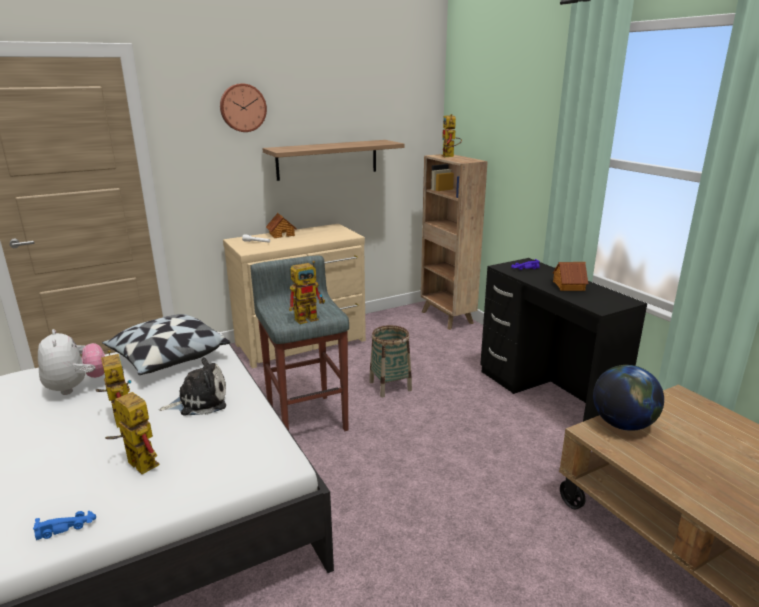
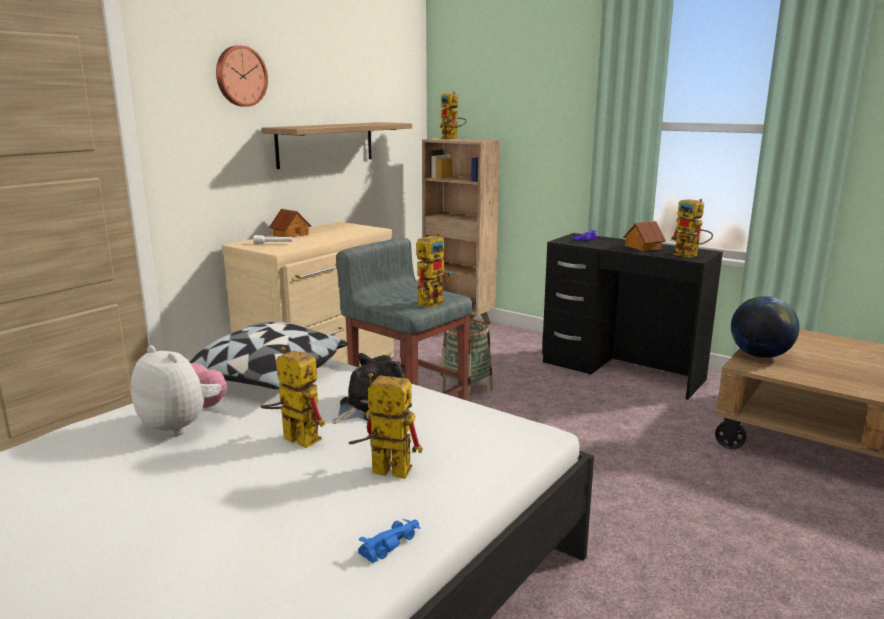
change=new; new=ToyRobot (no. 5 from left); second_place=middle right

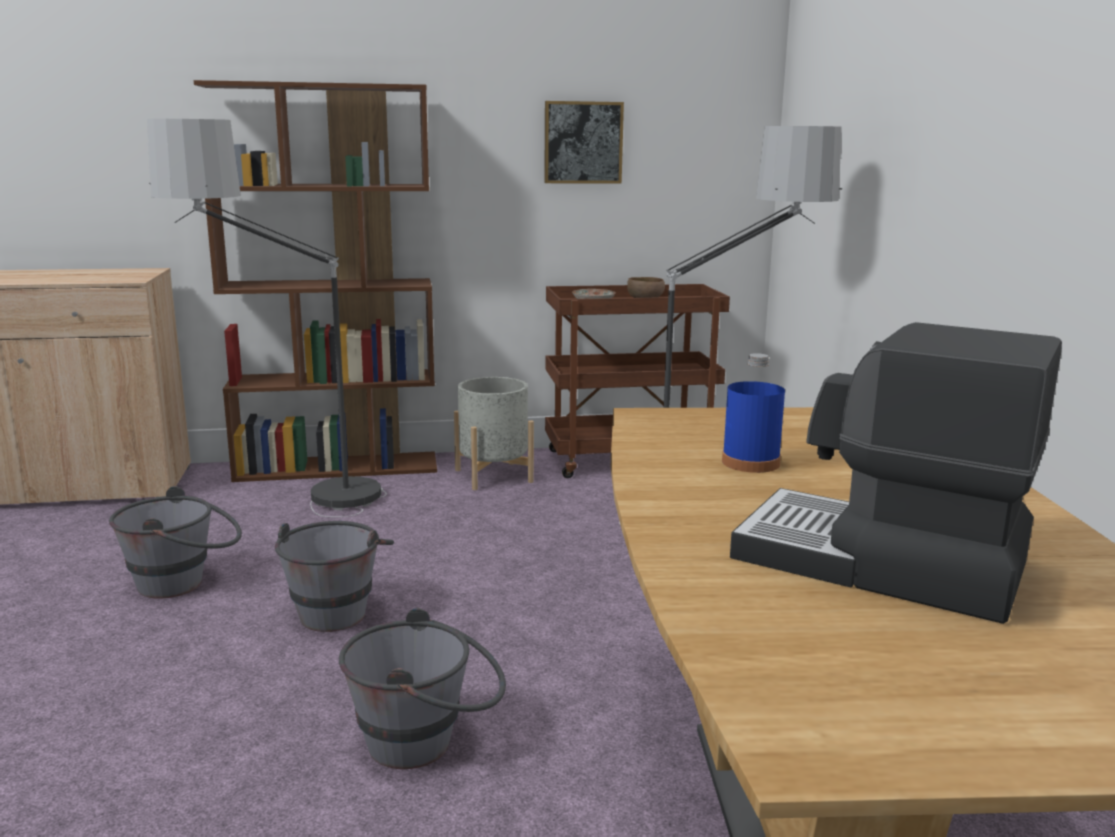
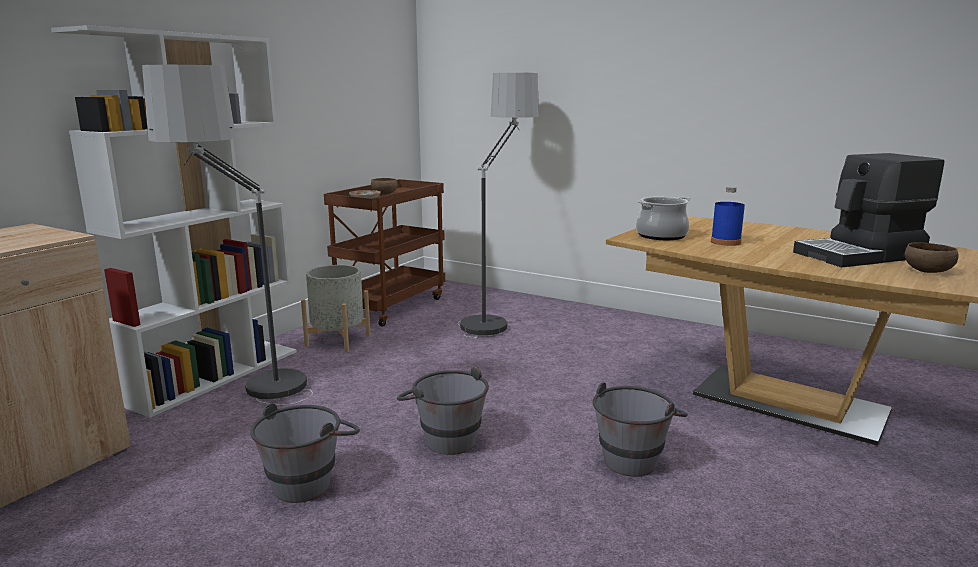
change=gone; old=Picture; first_place=top centre
change=new; new=CookingPot; second_place=middle right
change=new; new=BrownBowl (no. 2 from left); second_place=middle right
change=repainted; old=BrownBookcase; new=WhiteBookcase; first_place=middle left; second_place=middle left

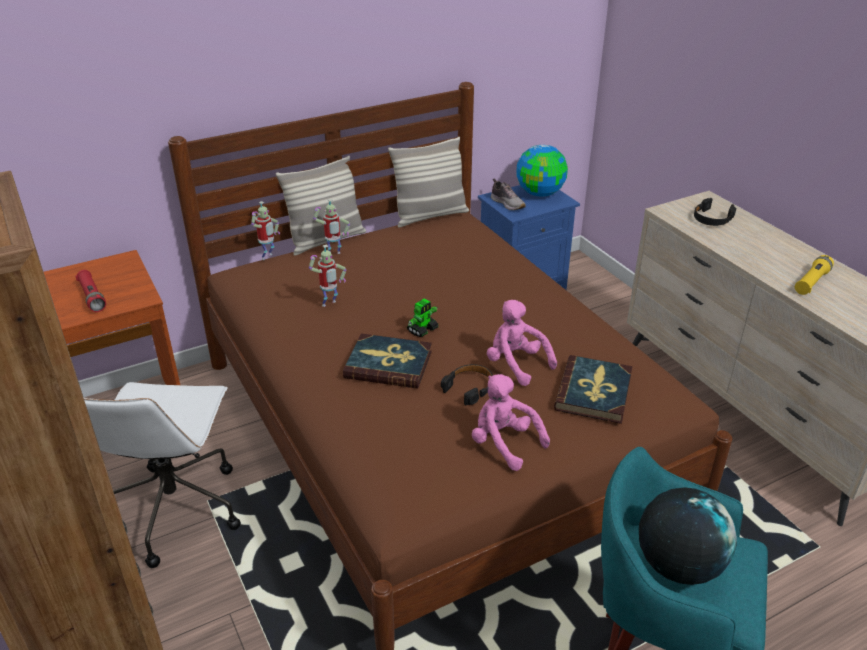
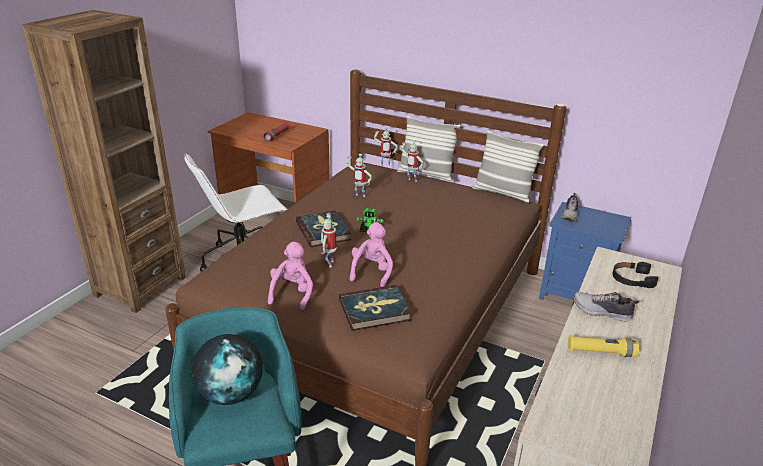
change=gone; old=Globe (no. 1 from left); first_place=top centre
change=new; new=Shoe (no. 2 from left); second_place=middle right
change=swapped; old=BlackHeadphones (no. 1 from left); new=ToyRobot (no. 1 from left); first_place=centre; second_place=centre

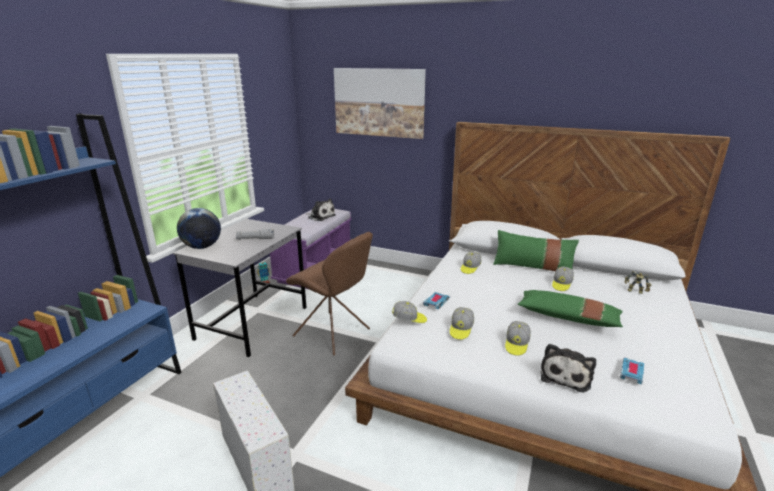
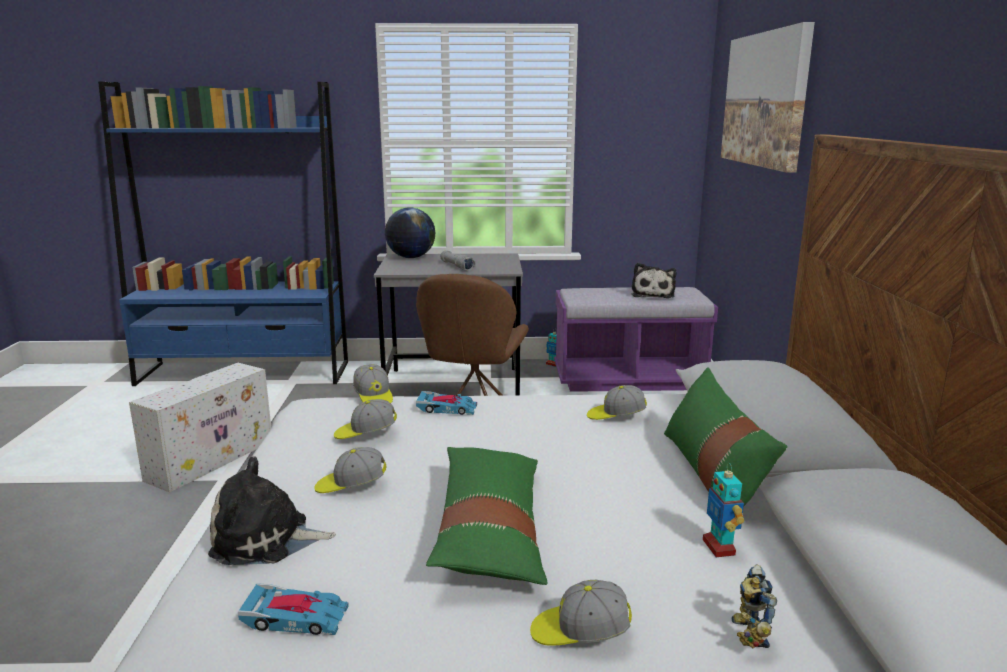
change=new; new=ToyRobot (no. 2 from left); second_place=bottom right
change=shifted; old=Cap (no. 5 from left in the first image); new=Cap (no. 4 from left); first_place=middle right; second_place=bottom centre

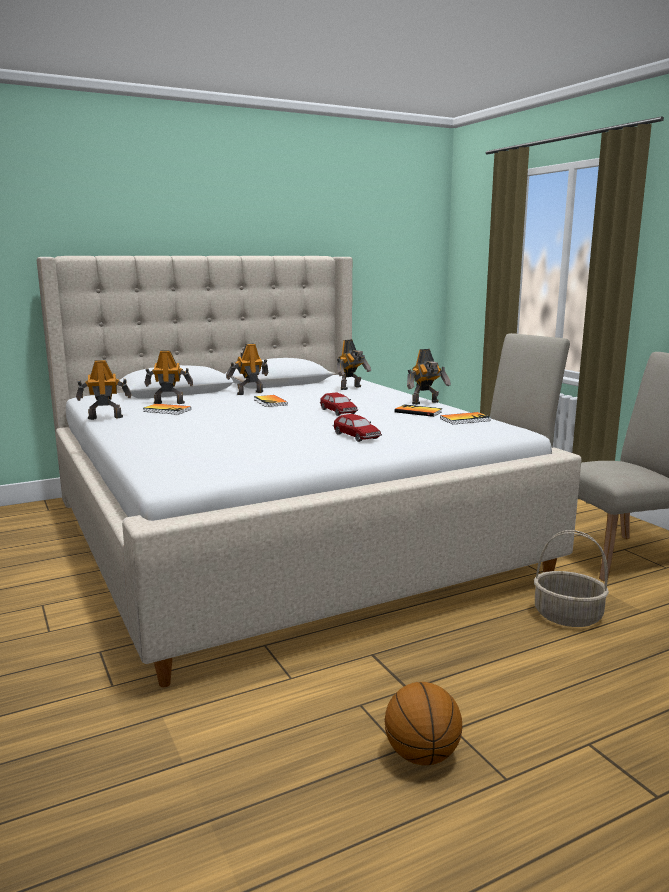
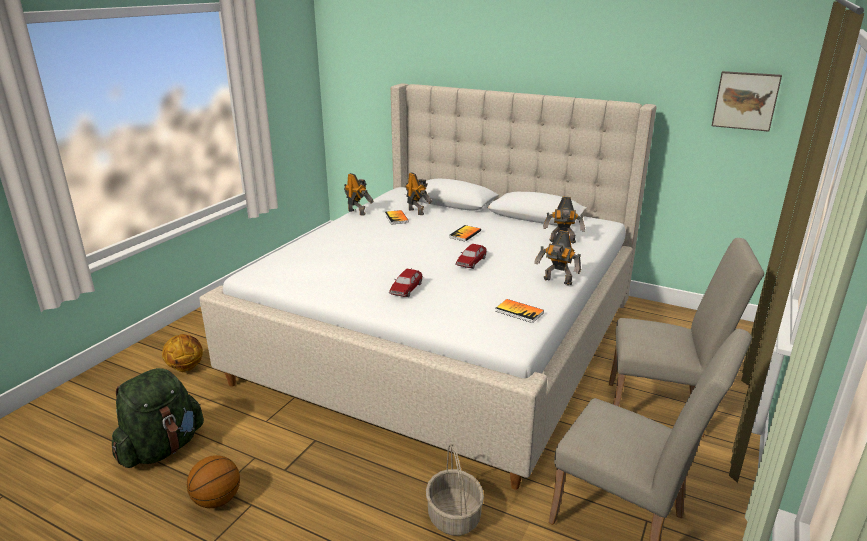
change=gone; old=ToyRobot (no. 3 from left); first_place=centre
change=gone; old=Book (no. 3 from left); first_place=centre
change=new; new=GreenBackpack; second_place=bottom left
change=new; new=Basketball (no. 1 from left); second_place=middle left
change=new; new=Picture; second_place=top right

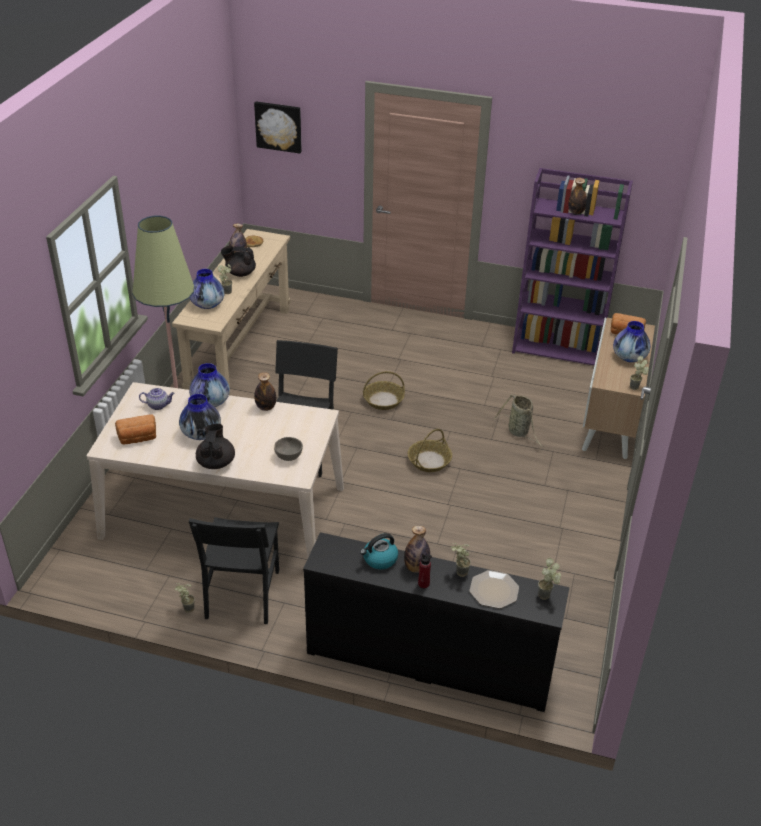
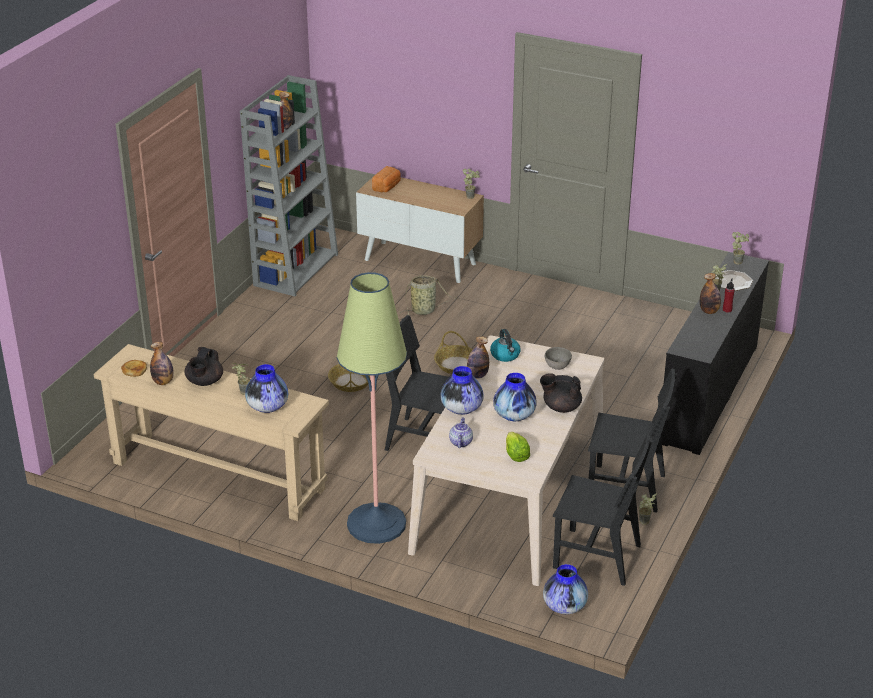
change=gone; old=Picture; first_place=top centre
change=new; new=BlackChair (no. 2 from left); second_place=bottom right
change=shifted; old=Kettle; first_place=bottom centre; second_place=centre
change=shifted; old=Vase (no. 4 from left); first_place=middle right; second_place=bottom centre
change=swapped; old=Bread (no. 1 from left); new=Lettuce; first_place=middle left; second_place=centre
change=repainted; old=PurpleBookcase; new=GreyBookcase; first_place=top right; second_place=top left

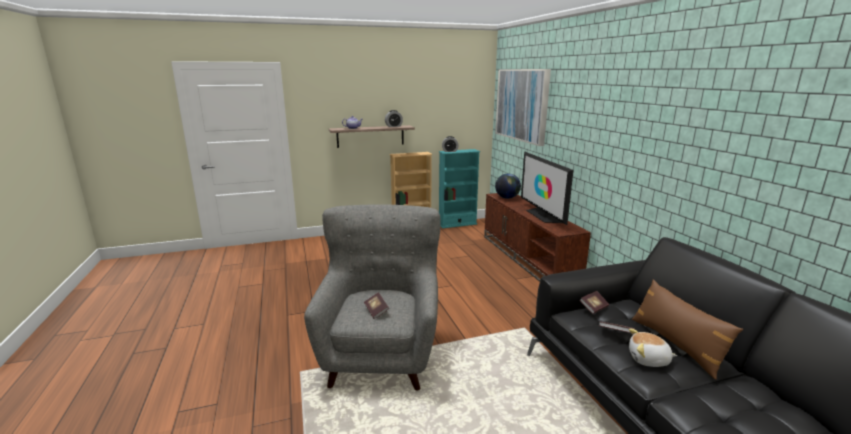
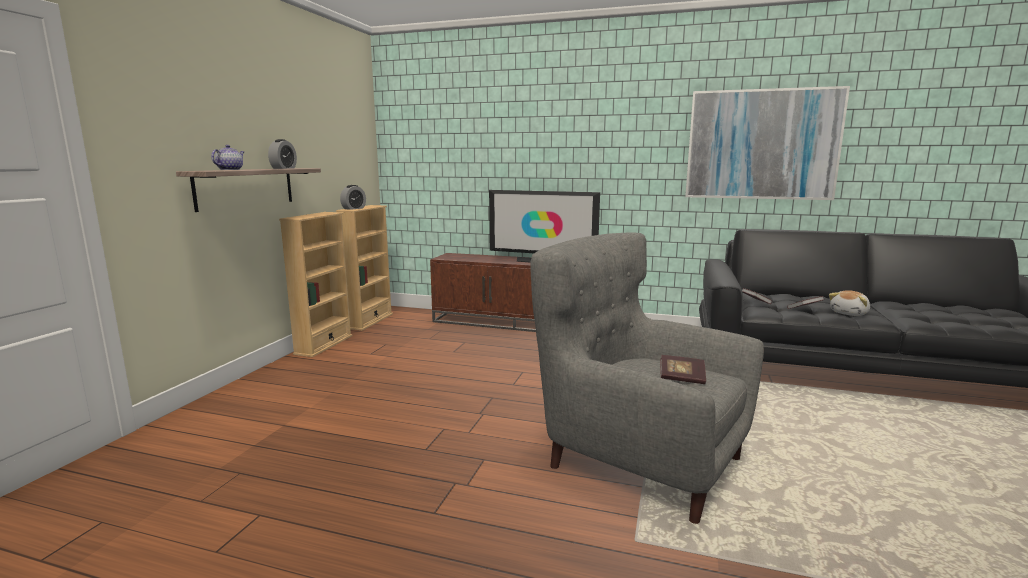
change=gone; old=Globe; first_place=centre
change=gone; old=BrownPillow; first_place=bottom right
change=shifted; old=Picture; first_place=top centre; second_place=top right
change=repainted; old=TurquoiseBookcase; new=BeigeBookcase (no. 2 from left); first_place=centre; second_place=centre

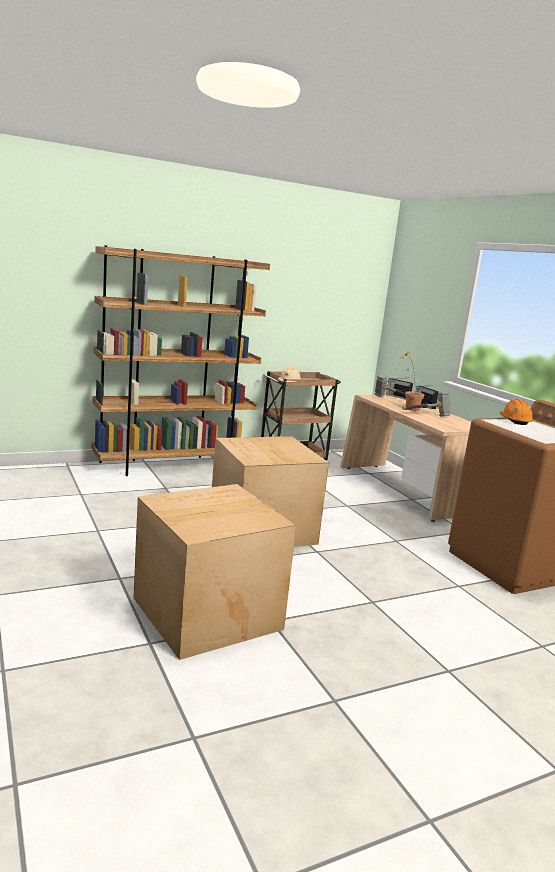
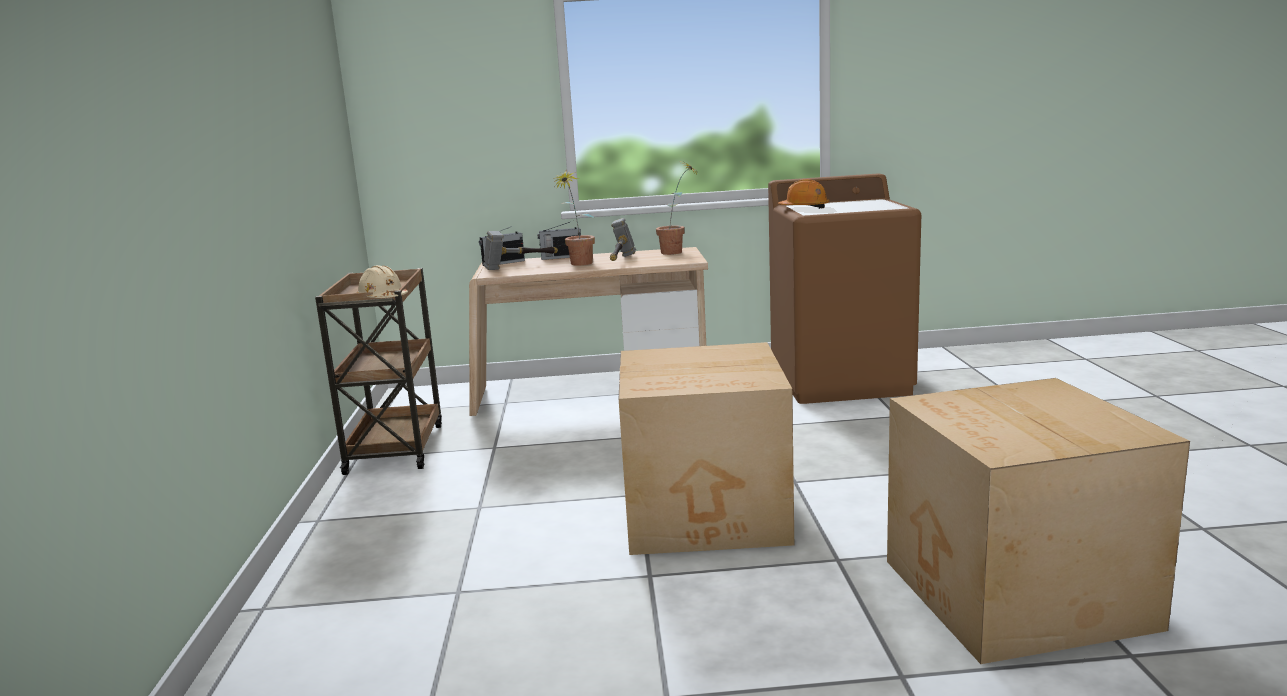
change=gone; old=BrownBookcase; first_place=middle left
change=new; new=PottedPlant (no. 2 from left); second_place=top centre

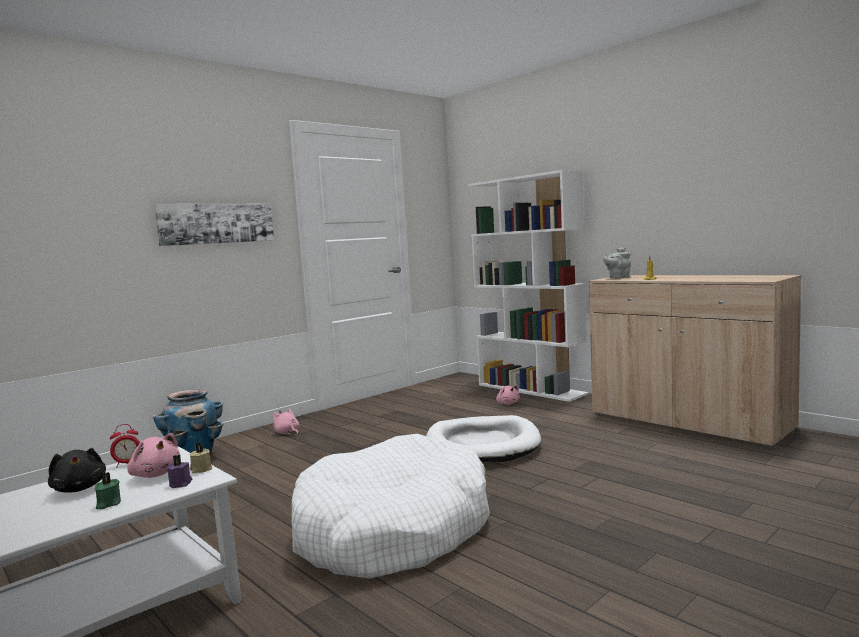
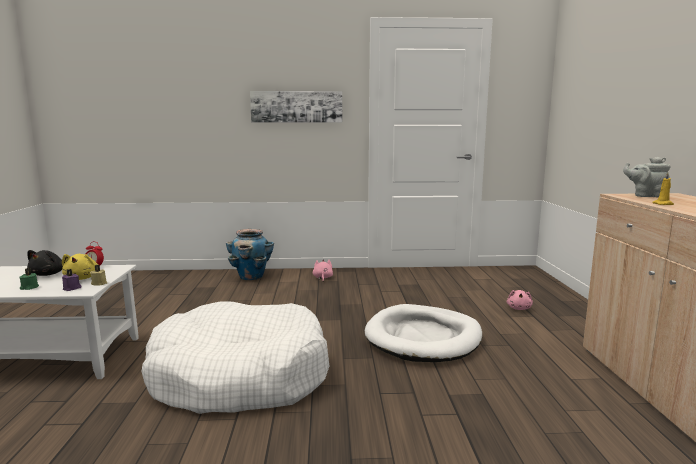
change=gone; old=WhiteBookcase; first_place=centre
change=repainted; old=PinkPlushToy (no. 1 from left); new=YellowPlushToy; first_place=bottom left; second_place=middle left

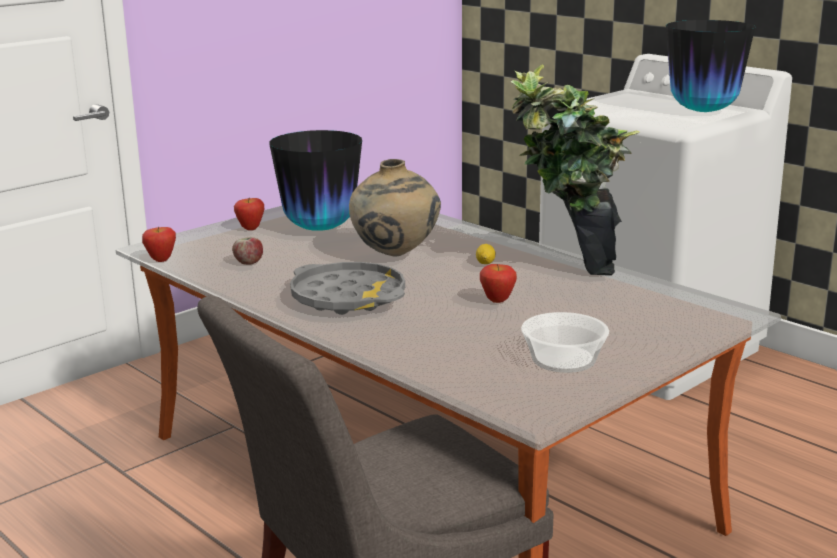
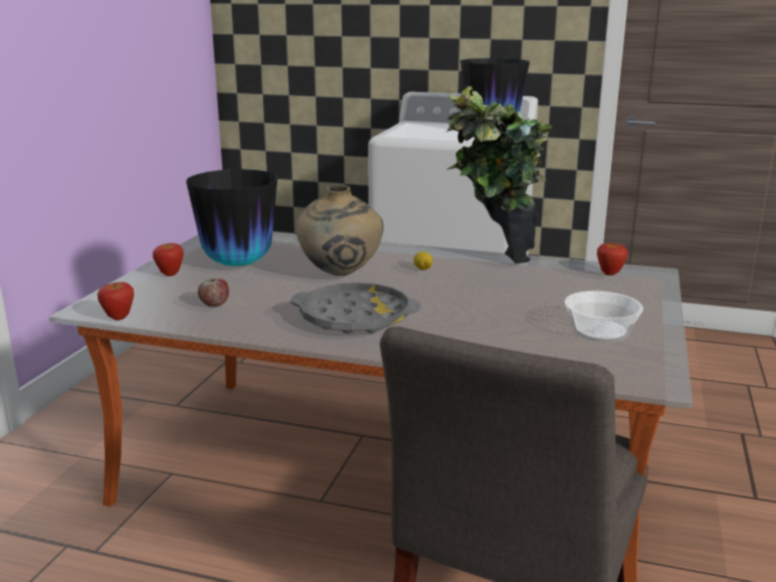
change=shifted; old=Apple (no. 4 from left); first_place=centre; second_place=middle right

